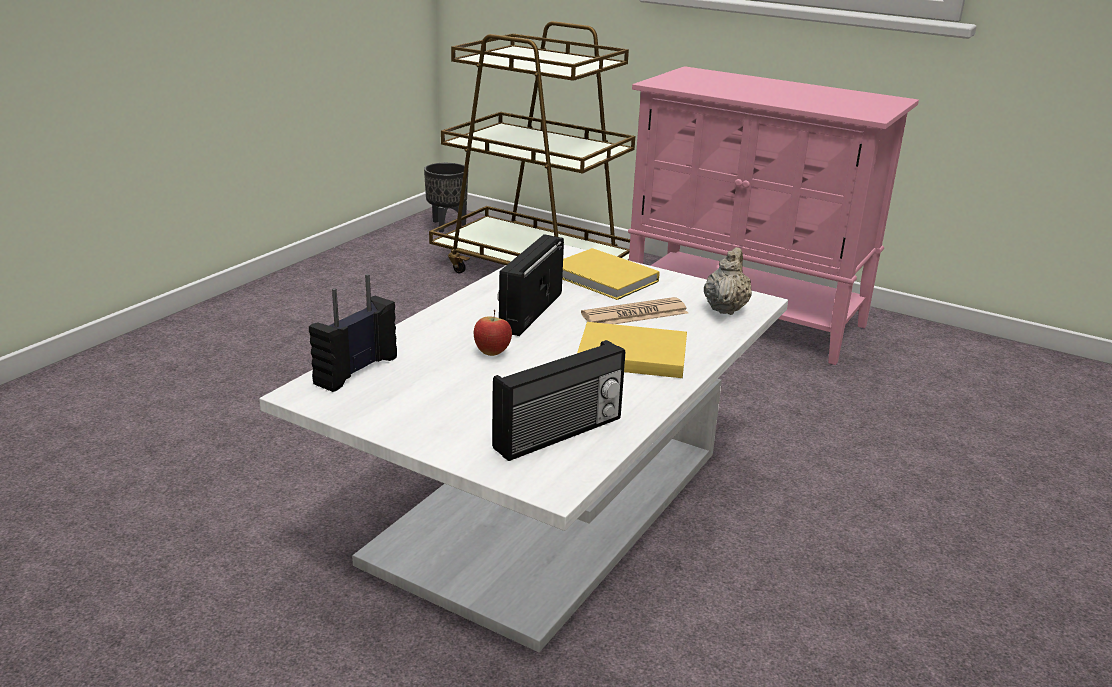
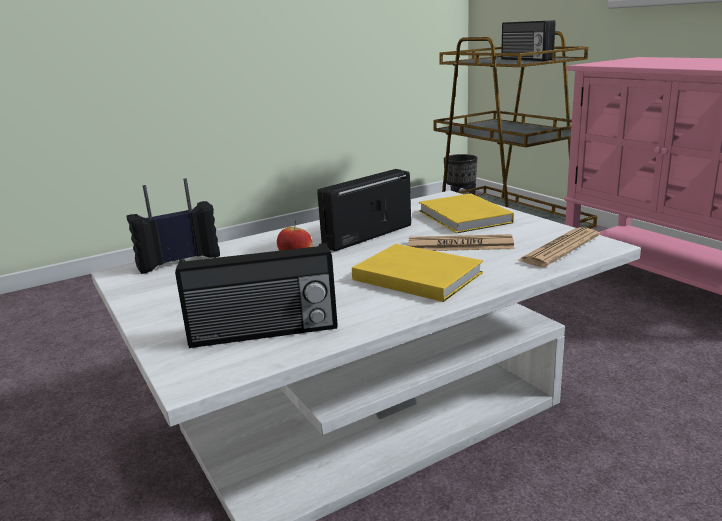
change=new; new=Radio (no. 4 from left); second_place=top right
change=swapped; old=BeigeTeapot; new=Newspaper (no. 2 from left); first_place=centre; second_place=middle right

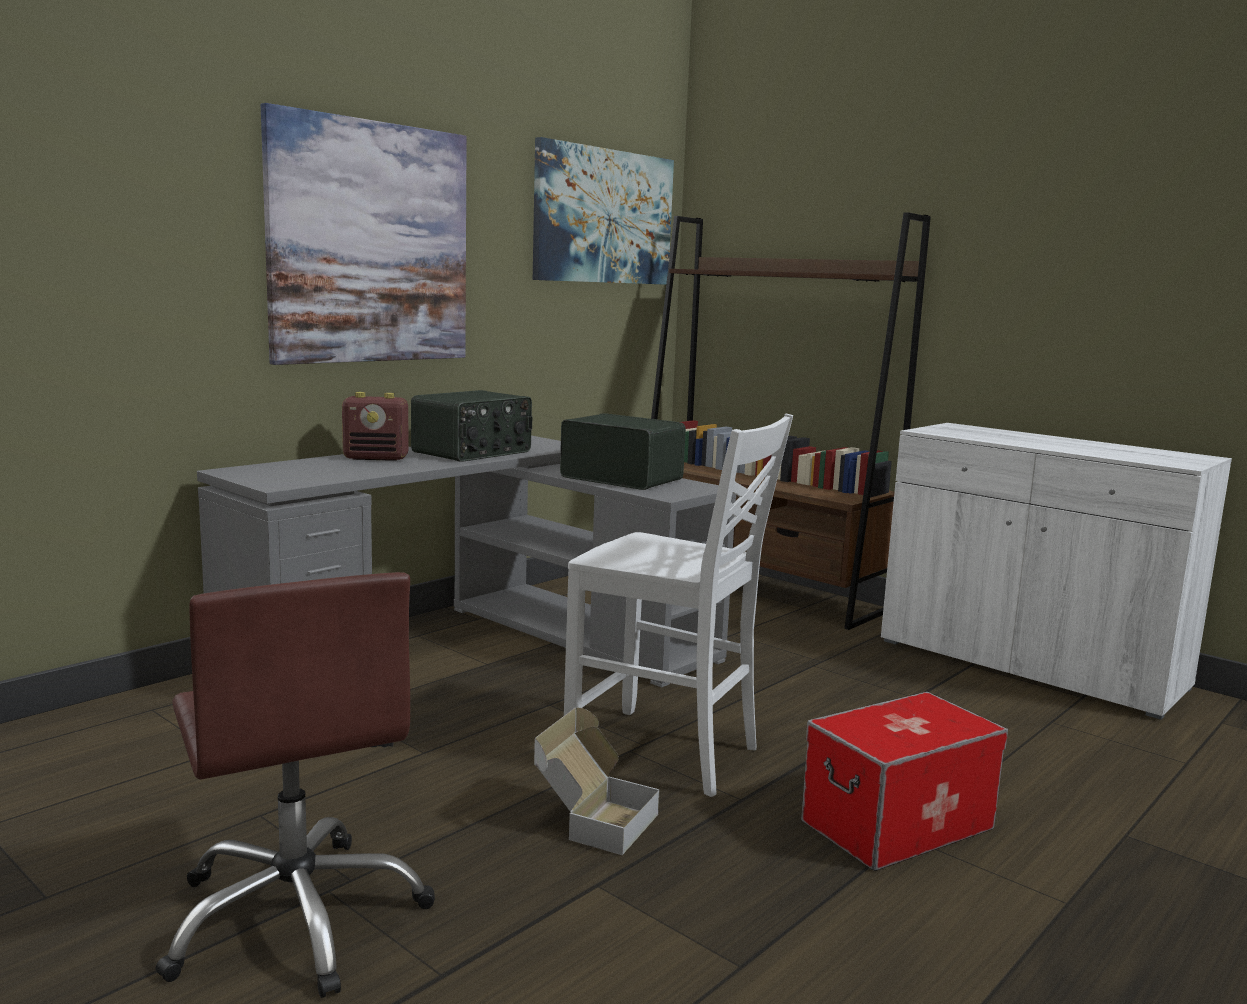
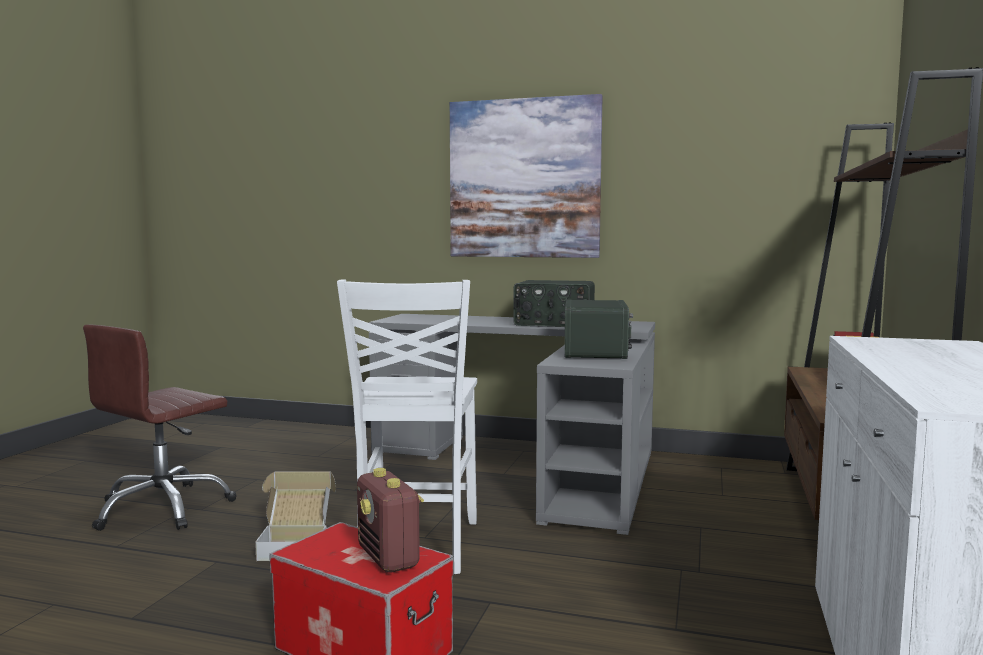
change=gone; old=Picture (no. 2 from left); first_place=top centre
change=shifted; old=Radio (no. 1 from left); first_place=middle left; second_place=bottom centre

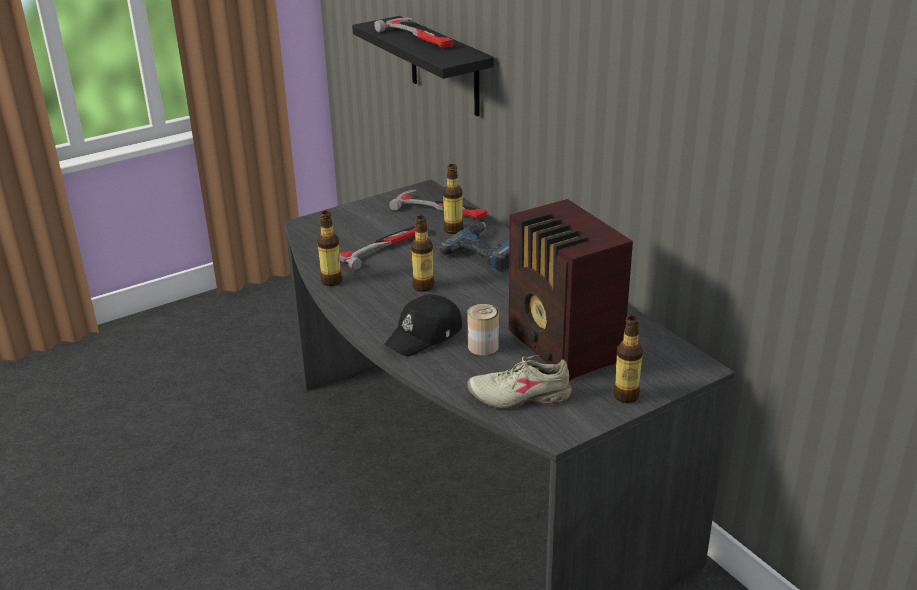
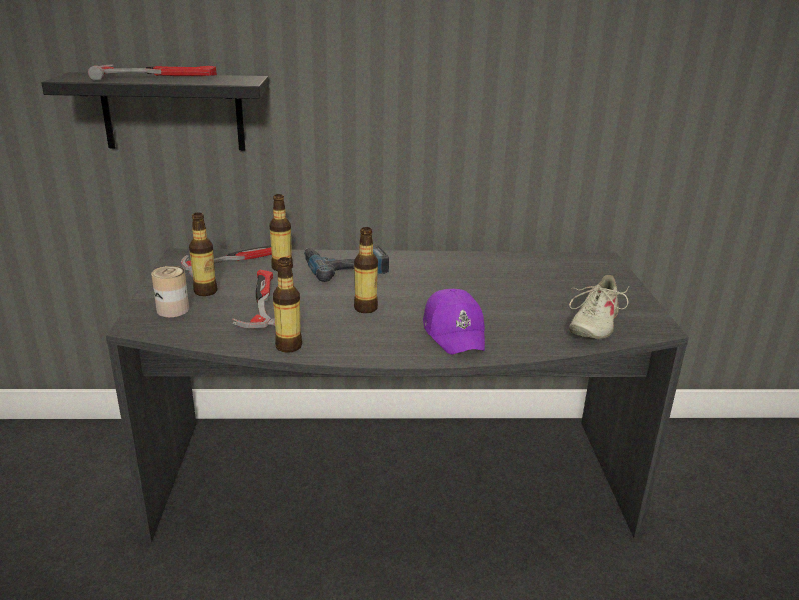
change=gone; old=Radio; first_place=centre
change=shifted; old=Can; first_place=centre; second_place=middle left
change=shifted; old=Bottle (no. 4 from left in the first image); new=Bottle (no. 1 from left); first_place=middle right; second_place=middle left
change=repainted; old=BlackCap; new=PurpleCap; first_place=centre; second_place=centre

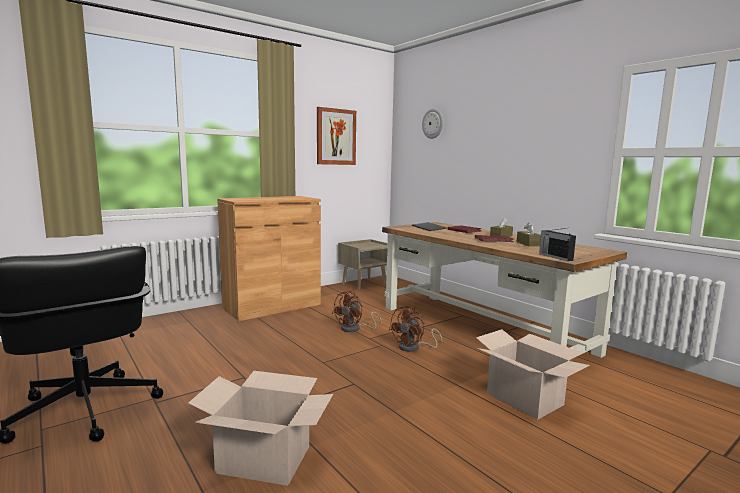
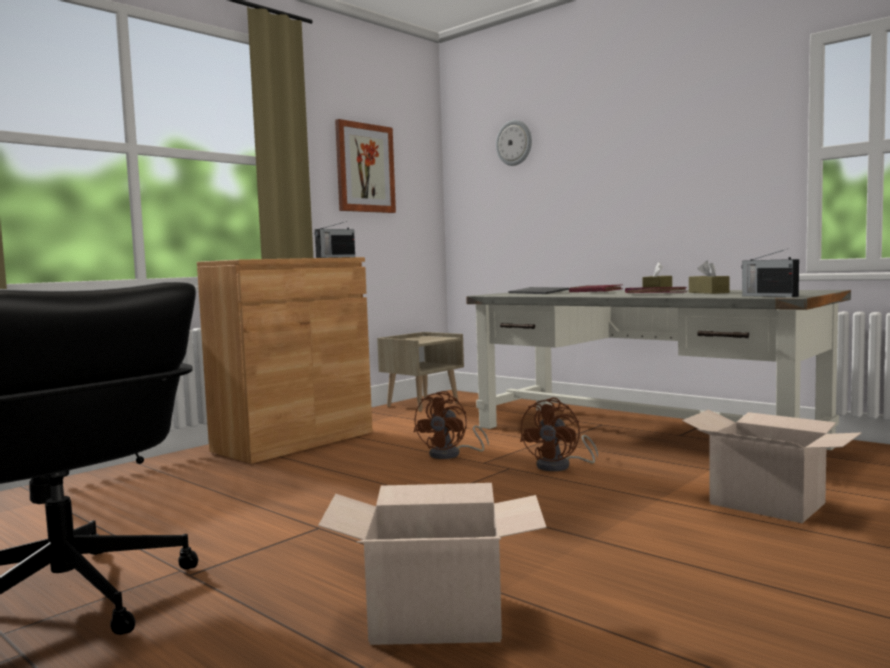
change=new; new=Radio (no. 1 from left); second_place=centre
change=repainted; old=BrownDesk; new=GreyDesk; first_place=middle right; second_place=middle right

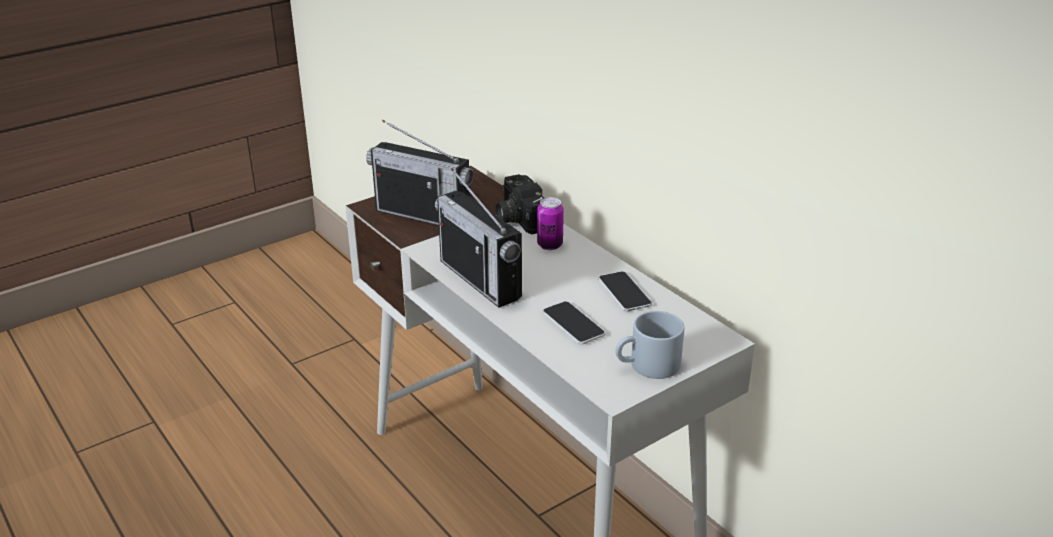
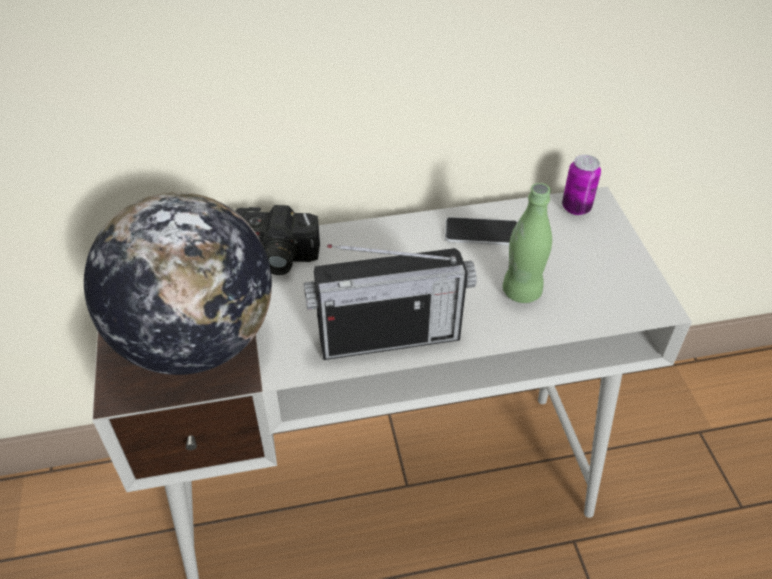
change=gone; old=GreyMug; first_place=centre
change=shifted; old=Can; first_place=centre; second_place=top right
change=swapped; old=Radio (no. 1 from left); new=Globe; first_place=top centre; second_place=middle left
change=swapped; old=Phone (no. 1 from left); new=GreenBottle; first_place=centre; second_place=middle right

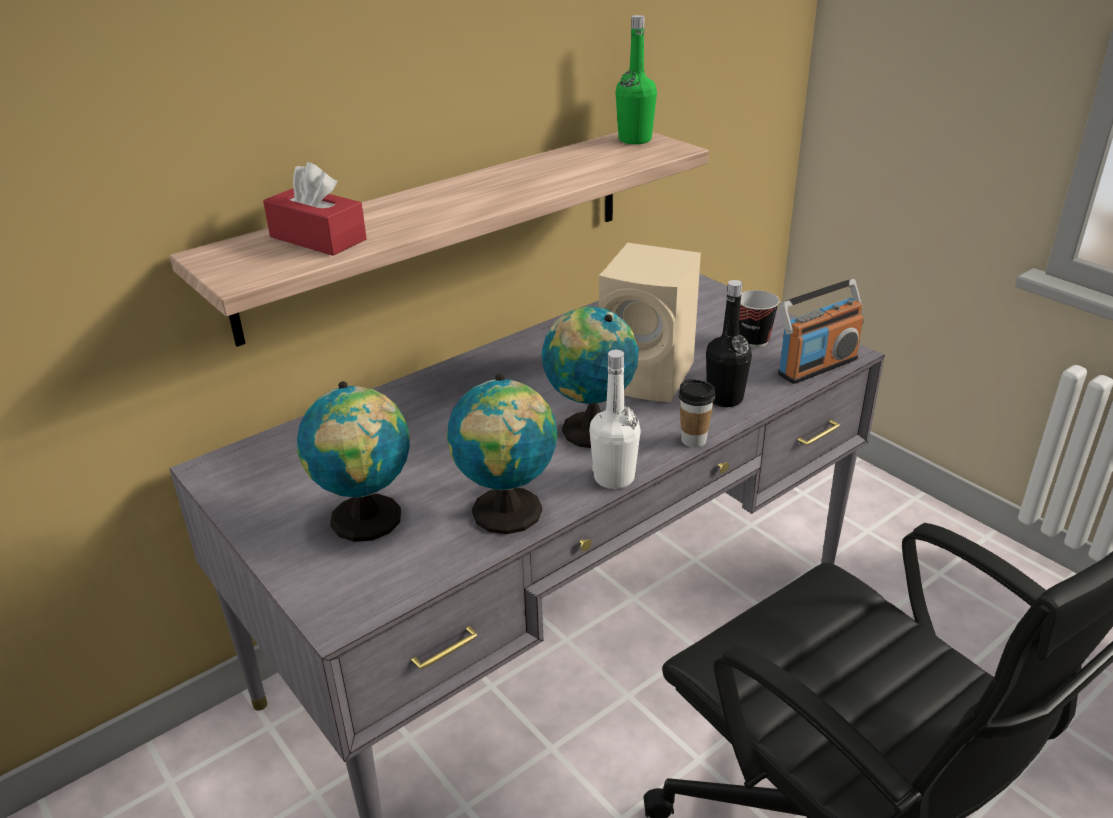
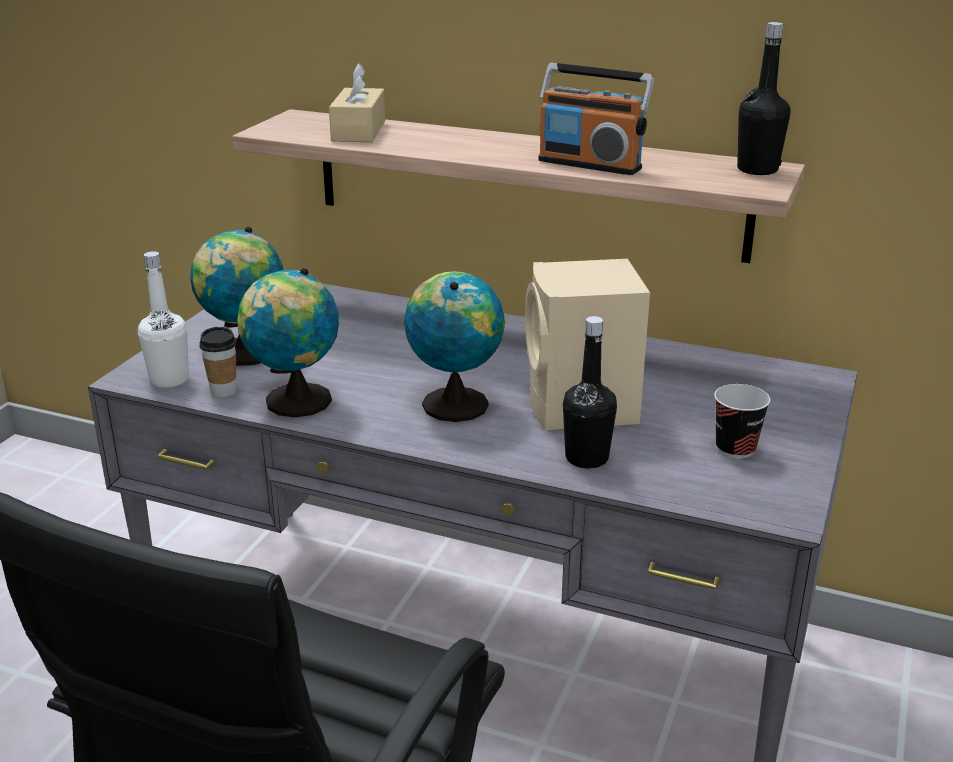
change=shifted; old=WhiteBottle; first_place=centre; second_place=middle left
change=shifted; old=Cup (no. 1 from left); first_place=centre; second_place=middle left
change=shifted; old=Radio; first_place=middle right; second_place=top centre
change=repainted; old=RedTissueBox; new=BeigeTissueBox; first_place=top left; second_place=top centre
change=repainted; old=GreenBottle; new=BlackBottle (no. 2 from left); first_place=top centre; second_place=top right

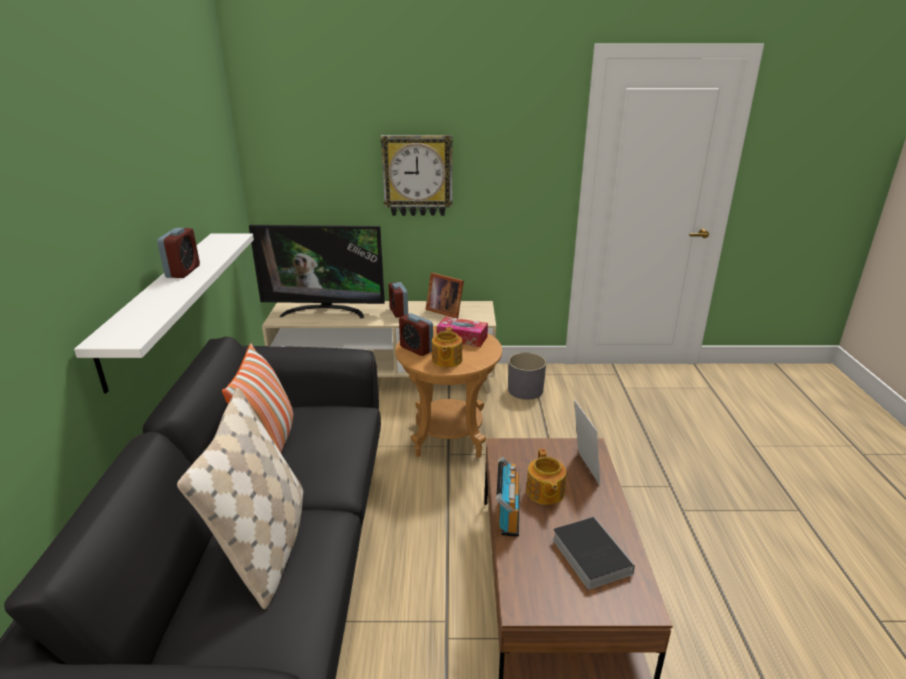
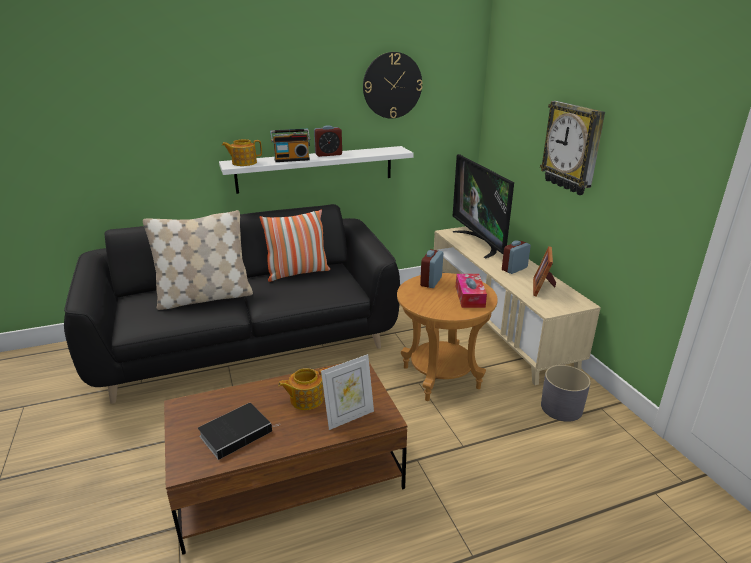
change=new; new=WallClock (no. 1 from left); second_place=top centre
change=shifted; old=Teapot (no. 1 from left); first_place=centre; second_place=top left
change=shifted; old=Radio; first_place=bottom centre; second_place=top centre

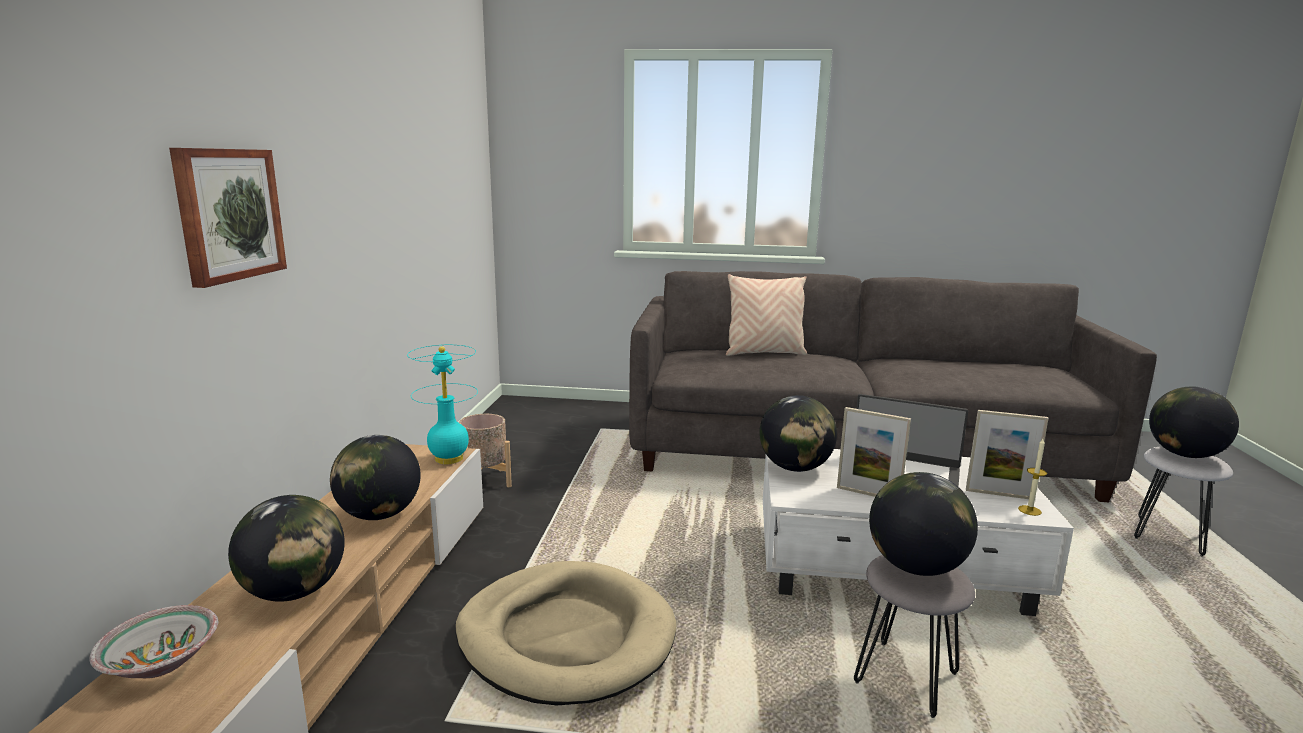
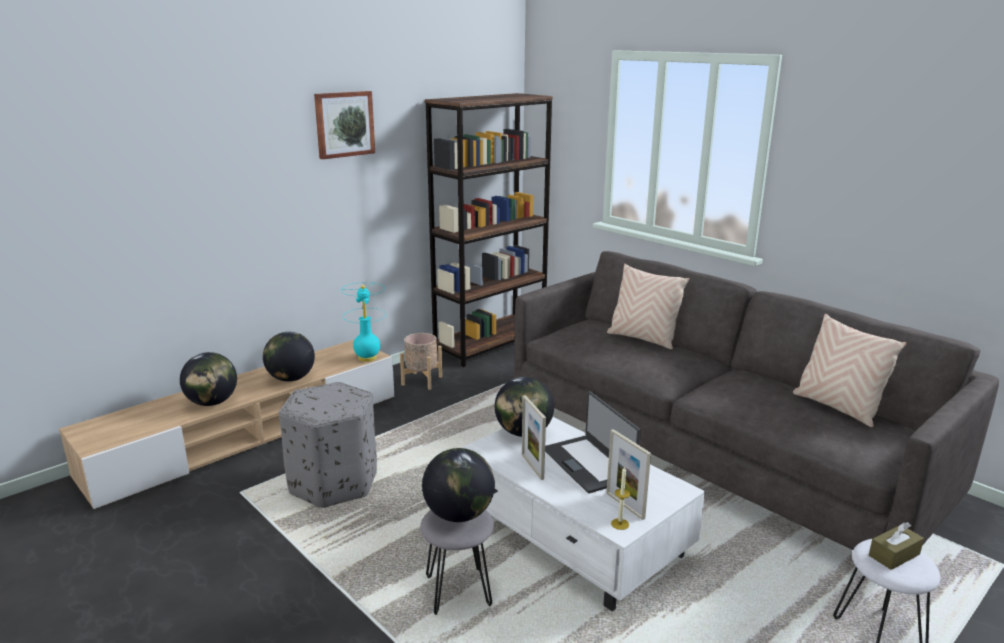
change=gone; old=Bowl; first_place=bottom left
change=new; new=BrownBookcase; second_place=centre
change=new; new=BeigePillow (no. 2 from left); second_place=middle right
change=shifted; old=Picture; first_place=top left; second_place=top centre
change=swapped; old=BeigeDogBed; new=GreyOttoman; first_place=bottom centre; second_place=bottom left
change=swapped; old=Globe (no. 5 from left); new=BrownTissueBox; first_place=middle right; second_place=bottom right

